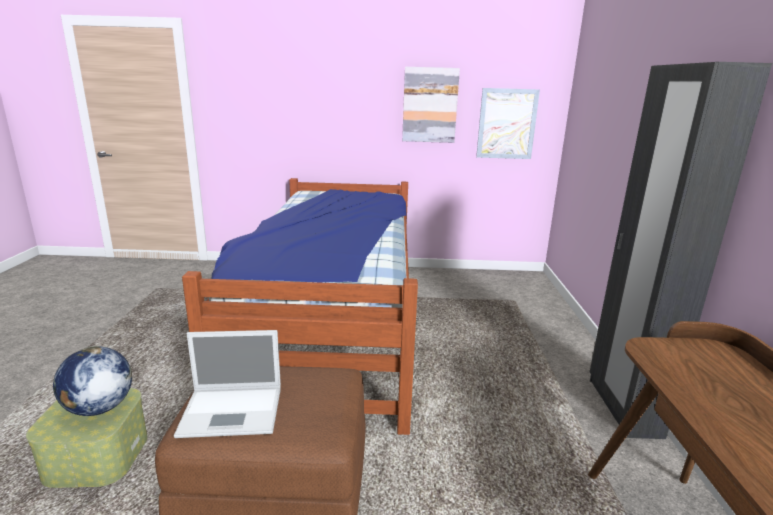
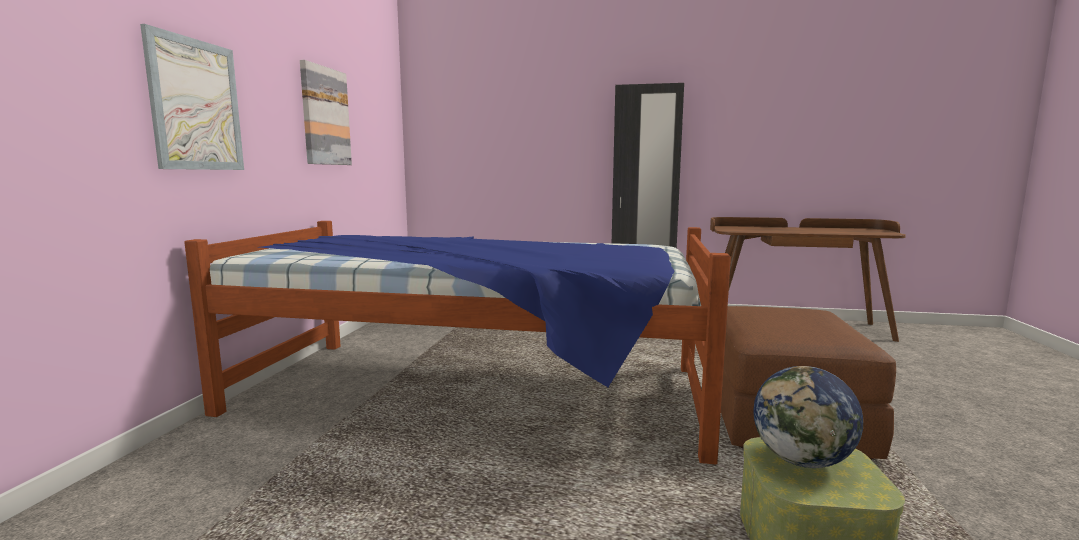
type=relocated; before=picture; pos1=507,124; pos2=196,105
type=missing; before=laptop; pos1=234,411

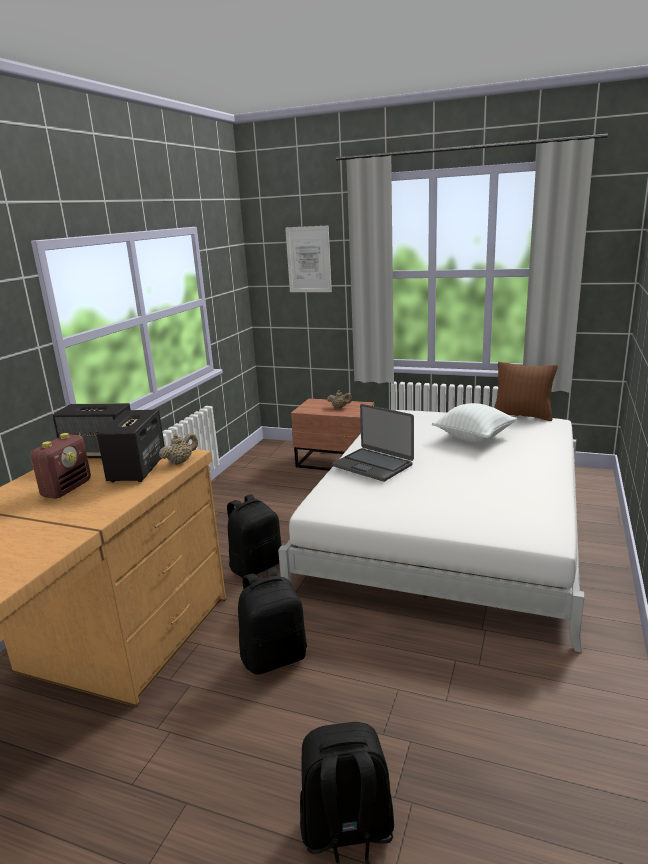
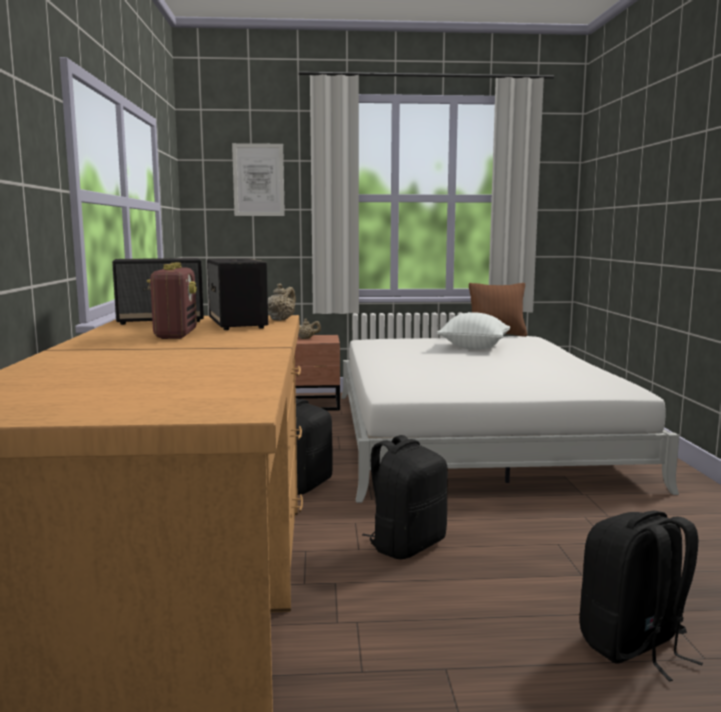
type=missing; before=laptop; pos1=373,465

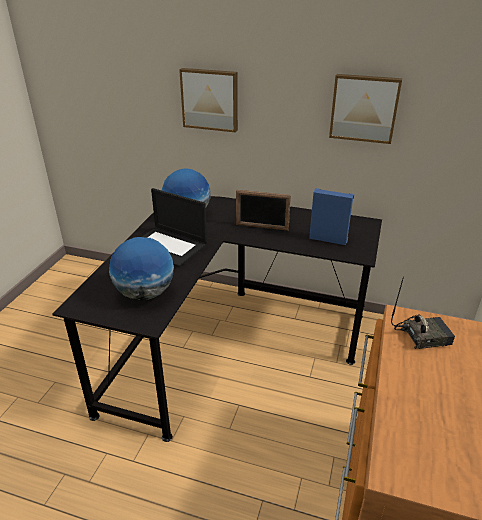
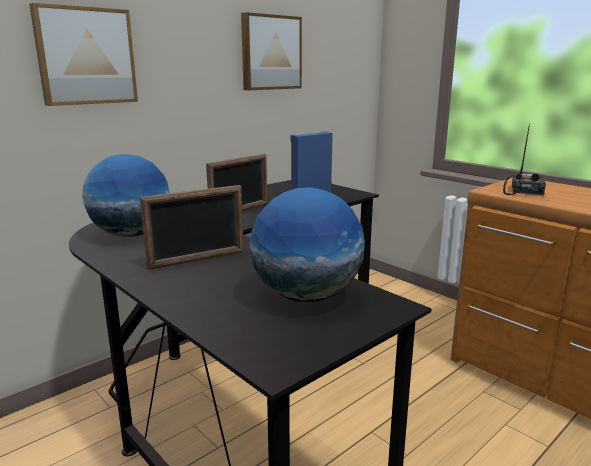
type=exchanged; before=laptop; after=picture frame; pos1=168,246; pos2=197,260

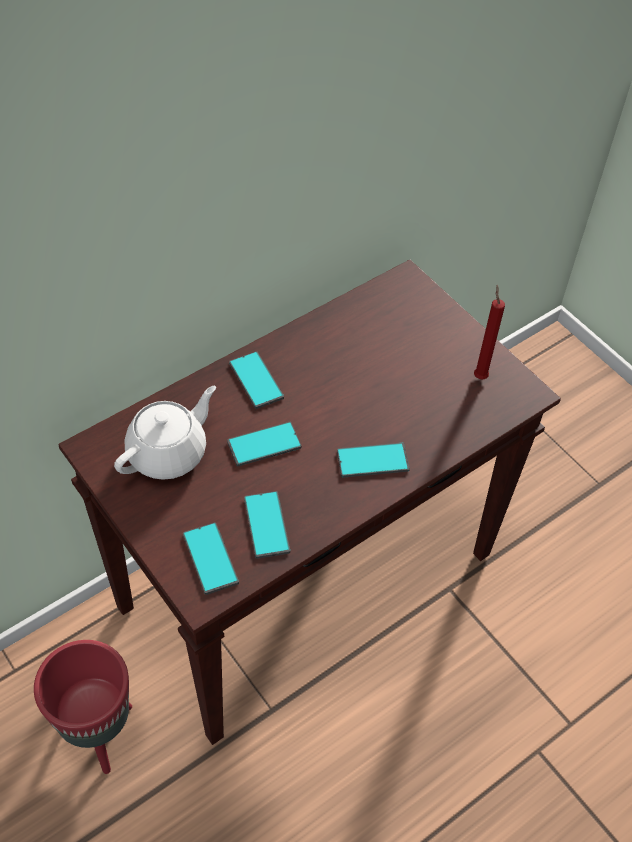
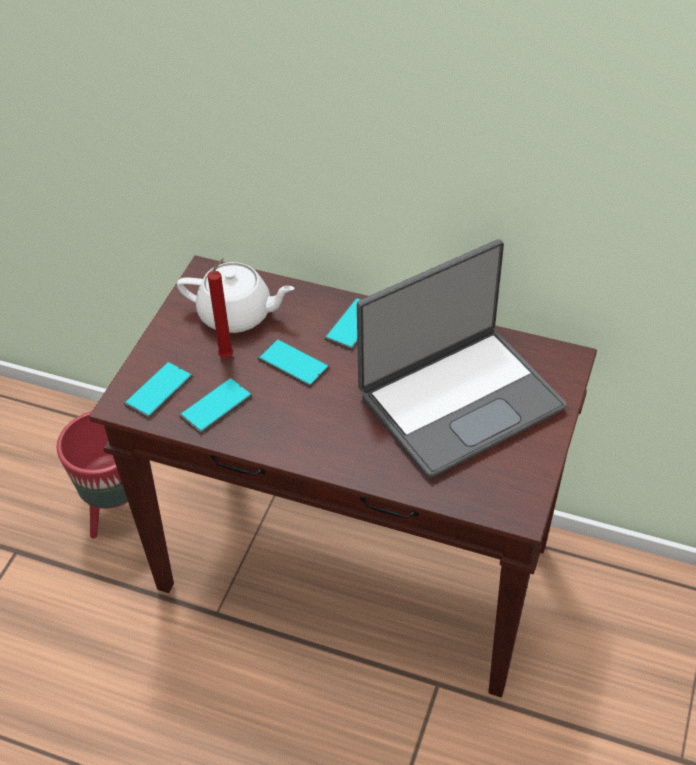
type=relocated; before=red candle; pos1=479,375; pos2=228,355
type=appeared; after=laptop; pos2=459,400
type=missing; before=phone; pos1=372,460

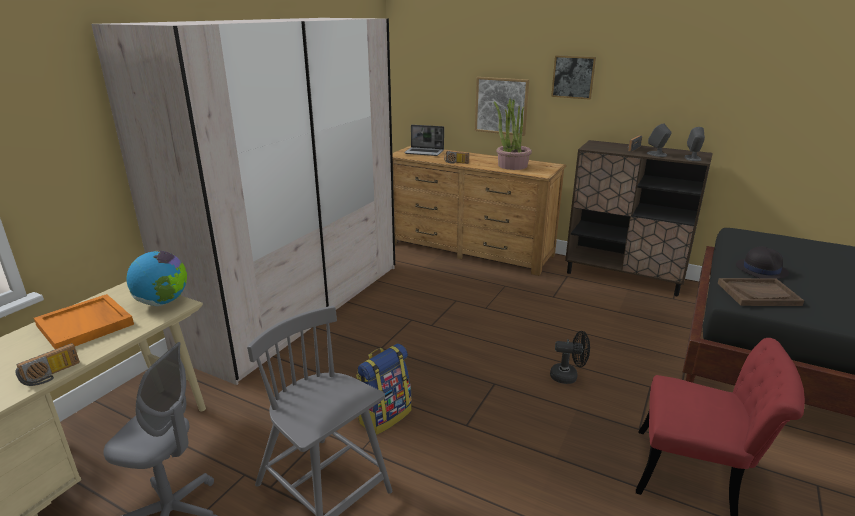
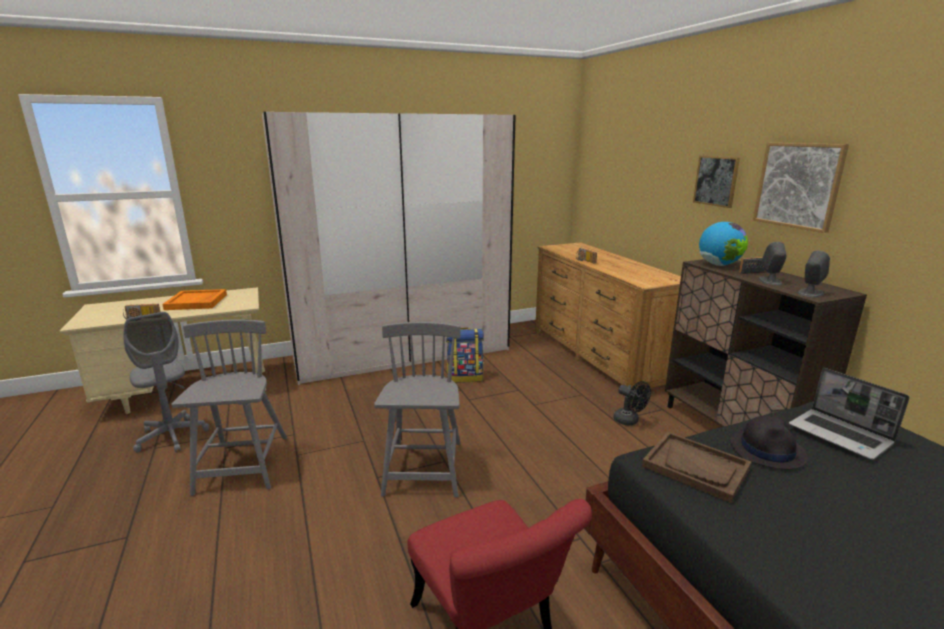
type=appeared; after=grey chair; pos2=424,469
type=relocated; before=backpack; pos1=384,415; pos2=465,377
type=relocated; before=black fan; pos1=568,376; pos2=629,421
type=relocated; before=globe; pos1=163,302; pos2=719,265
type=relocated; before=picture; pos1=501,106; pos2=798,185
type=relocated; before=laptop; pos1=424,152; pos2=841,435
type=missing; before=potted plant; pos1=512,165

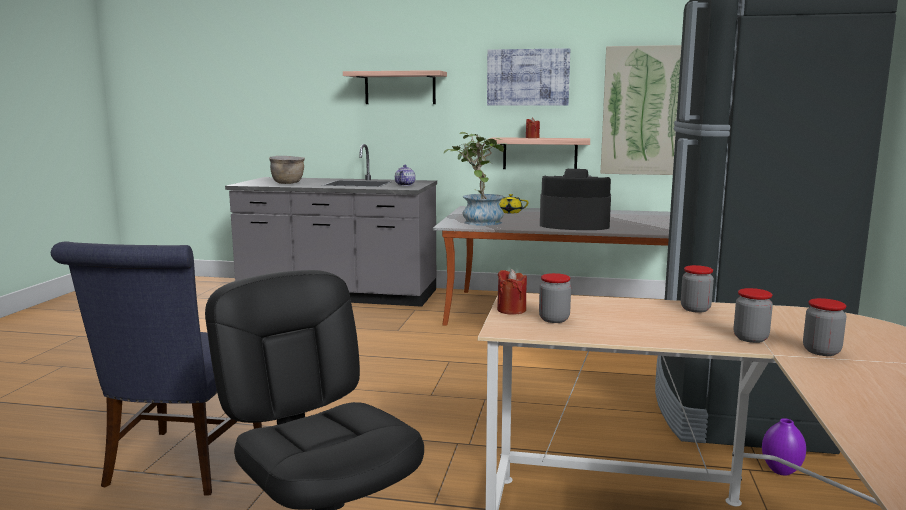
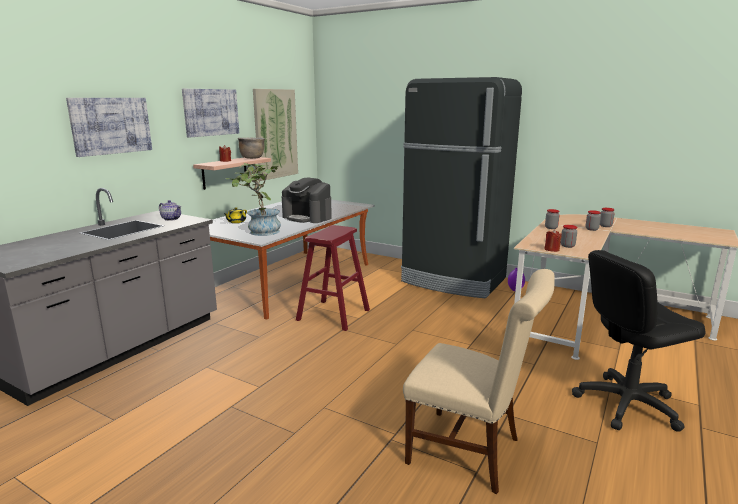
type=exchanged; before=shelf; after=picture; pos1=400,88; pos2=111,125
type=relocated; before=brown cooking pot; pos1=288,183; pos2=252,158
type=spun; before=coffee machine; pos1=574,225; pos2=307,217; turn=-90
type=appeared; after=red stool; pos2=333,315
type=colour; before=blue chair; after=beige chair; pos1=180,466; pos2=471,452

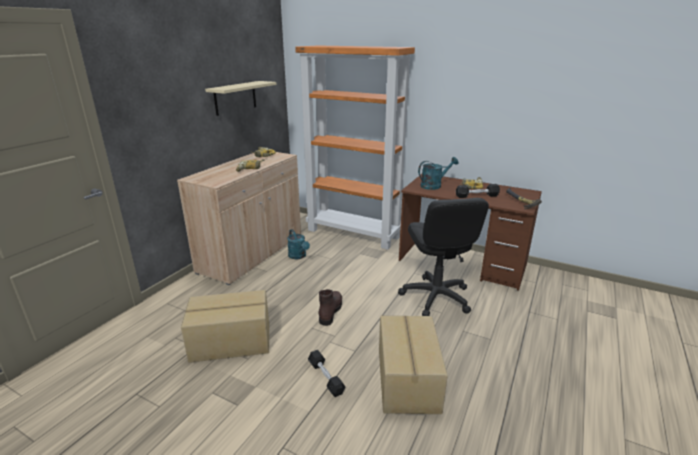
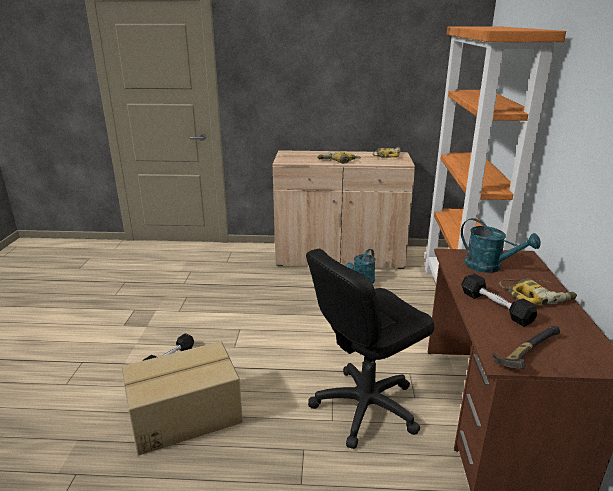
type=missing; before=cardboard box; pos1=231,342
type=missing; before=beige shelf; pos1=235,98
type=missing; before=brown boot; pos1=330,312

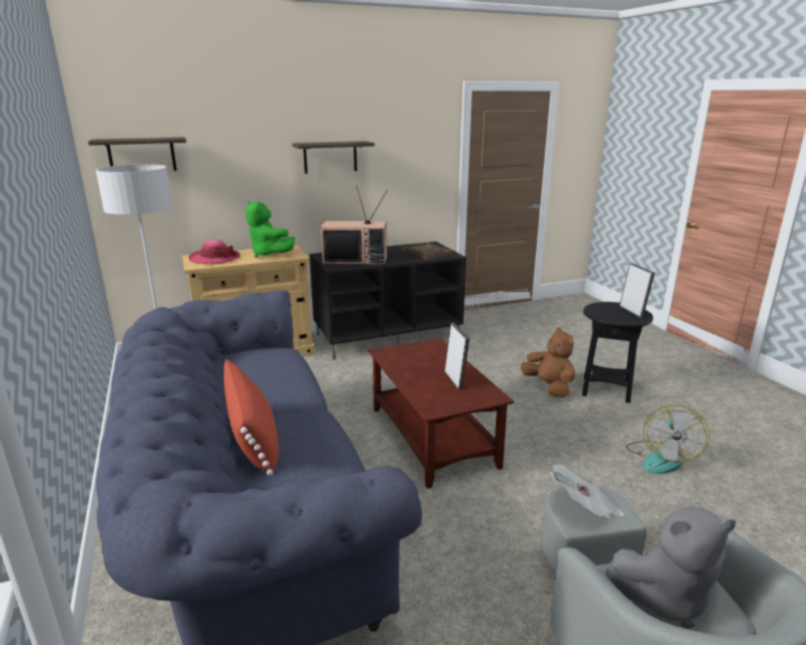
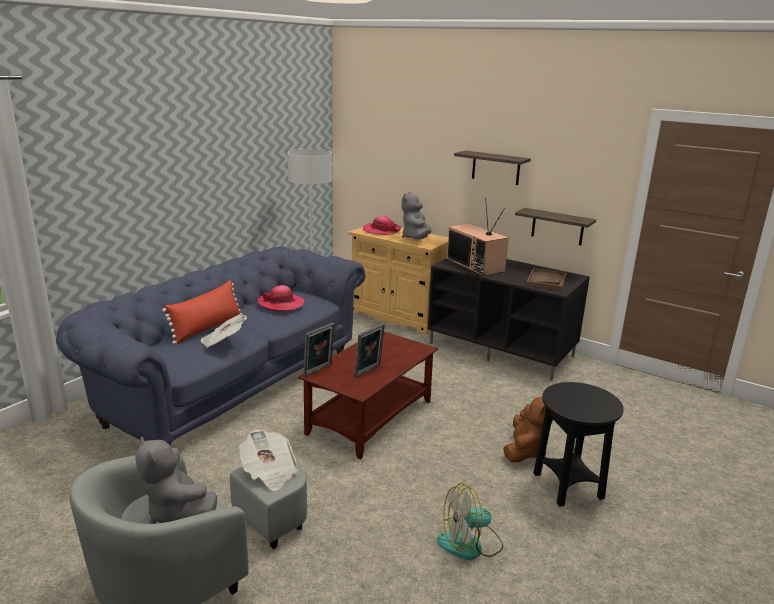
type=appeared; after=newspaper; pos2=223,342
type=appeared; after=hat; pos2=281,304
type=relocated; before=picture frame; pos1=632,311; pos2=319,370
type=colour; before=green plush toy; after=grey plush toy; pos1=269,254; pos2=416,238
type=relocated; before=shelf; pos1=142,155; pos2=557,227

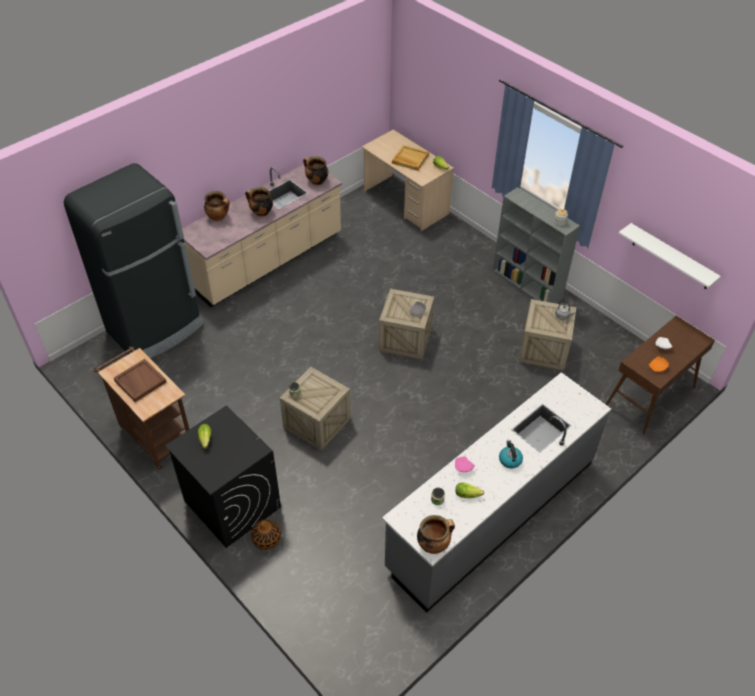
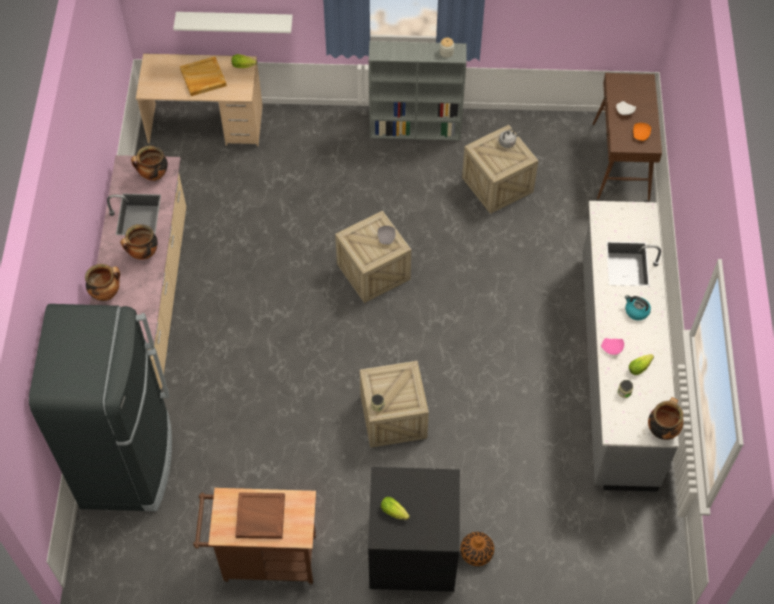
type=relocated; before=white shelf; pos1=671,257; pos2=235,22

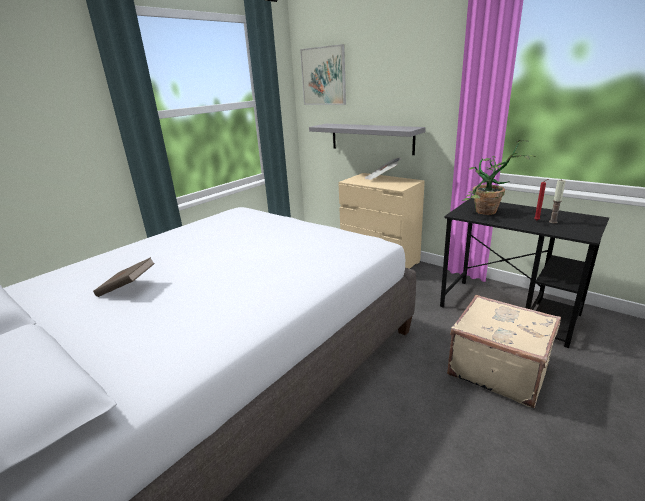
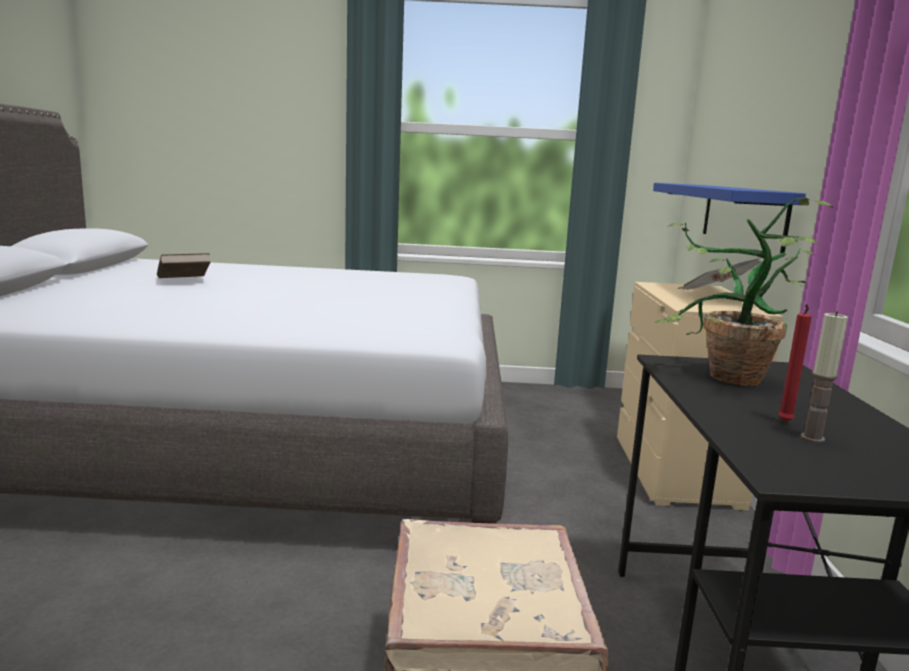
type=colour; before=grey shelf; after=blue shelf; pos1=371,138; pos2=742,216
type=missing; before=picture; pos1=323,76

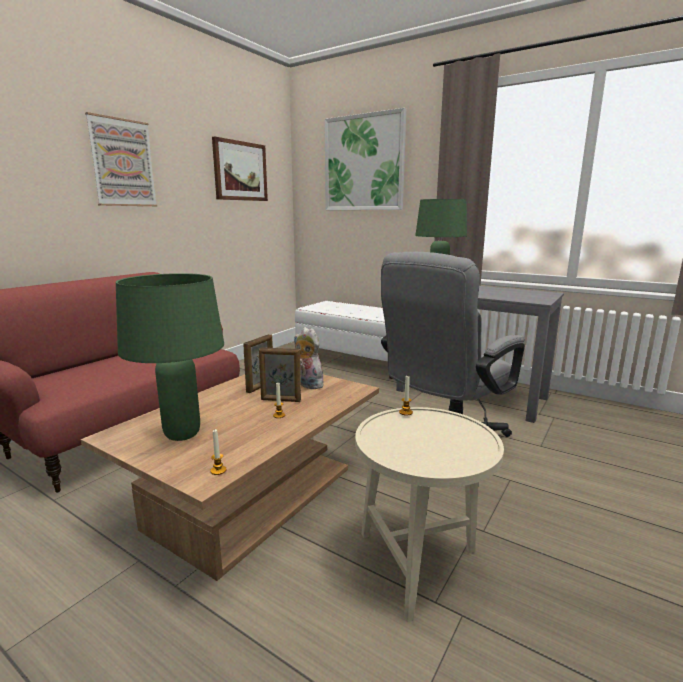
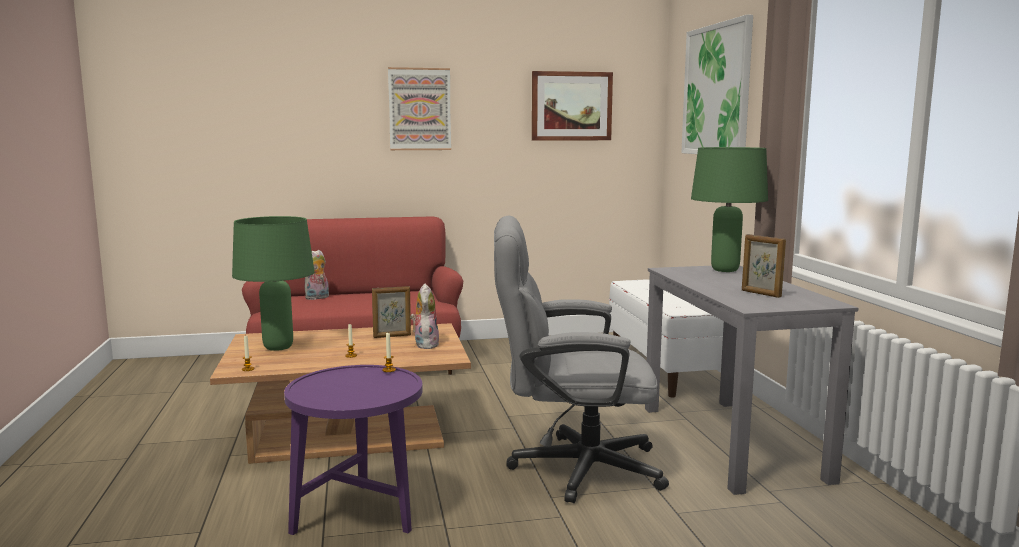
type=colour; before=beige side table; after=purple side table; pos1=419,563; pos2=359,517
type=appeared; after=plush toy; pos2=317,298
type=relocated; before=picture frame; pos1=280,400; pos2=760,294

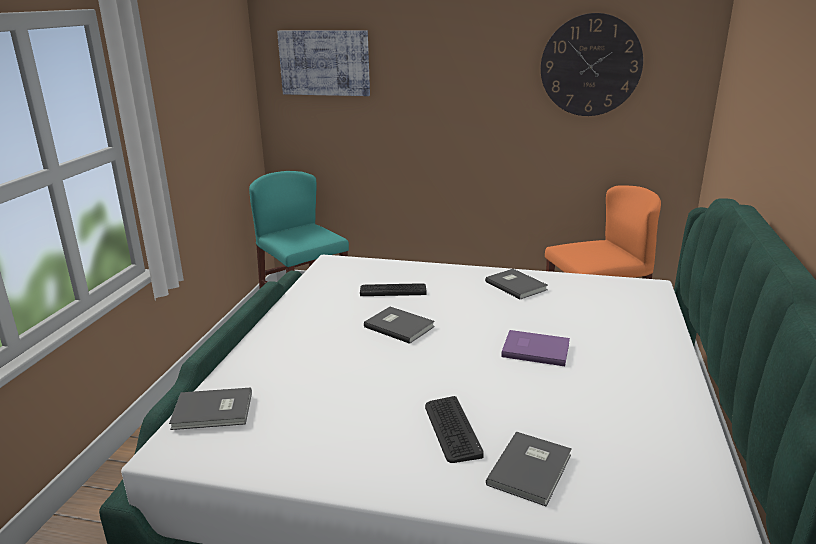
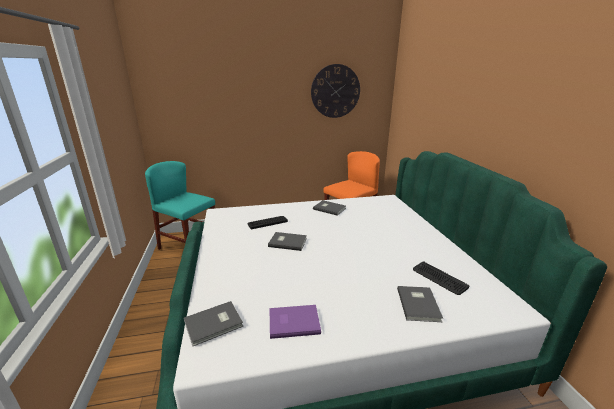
type=relocated; before=purple book; pos1=534,349; pos2=293,322
type=relocated; before=keyboard; pos1=452,429; pos2=439,278
type=missing; before=picture; pos1=324,63

